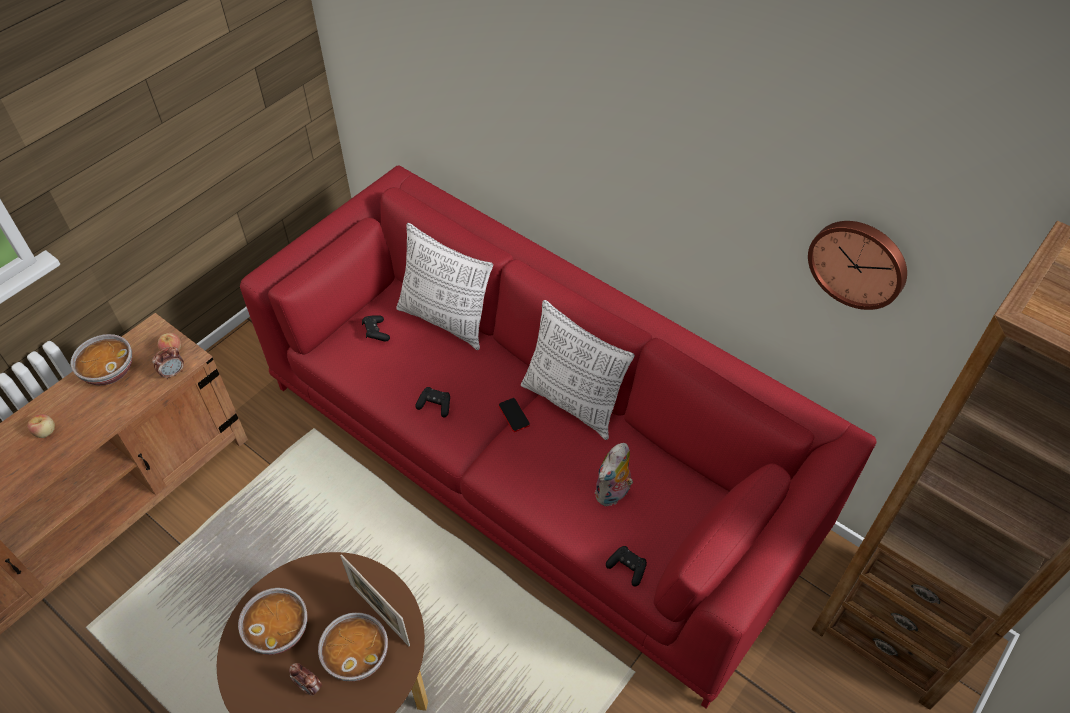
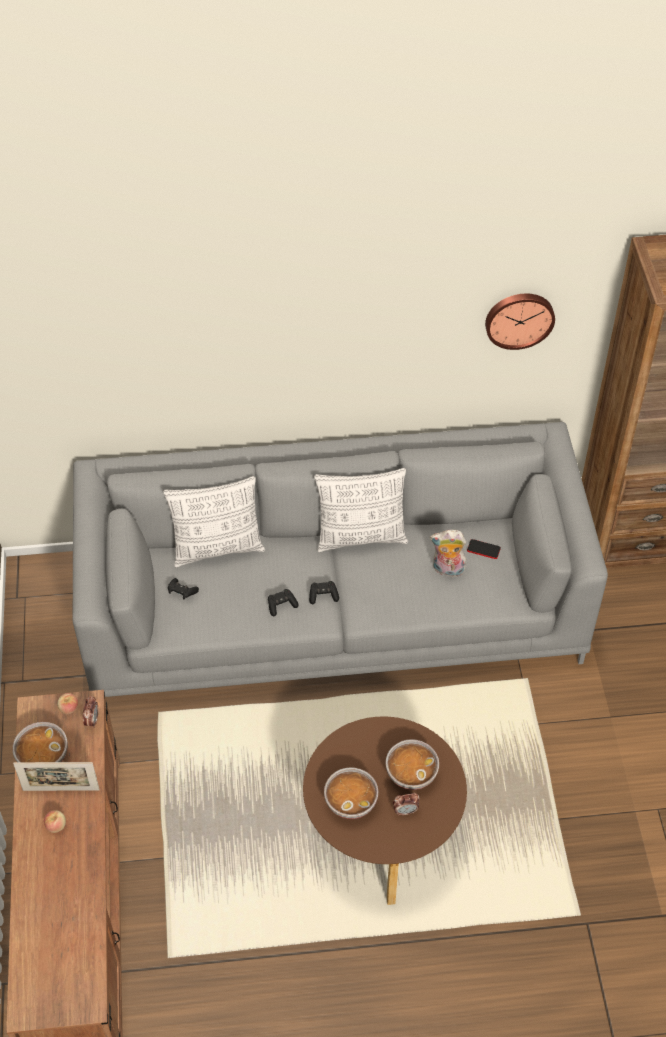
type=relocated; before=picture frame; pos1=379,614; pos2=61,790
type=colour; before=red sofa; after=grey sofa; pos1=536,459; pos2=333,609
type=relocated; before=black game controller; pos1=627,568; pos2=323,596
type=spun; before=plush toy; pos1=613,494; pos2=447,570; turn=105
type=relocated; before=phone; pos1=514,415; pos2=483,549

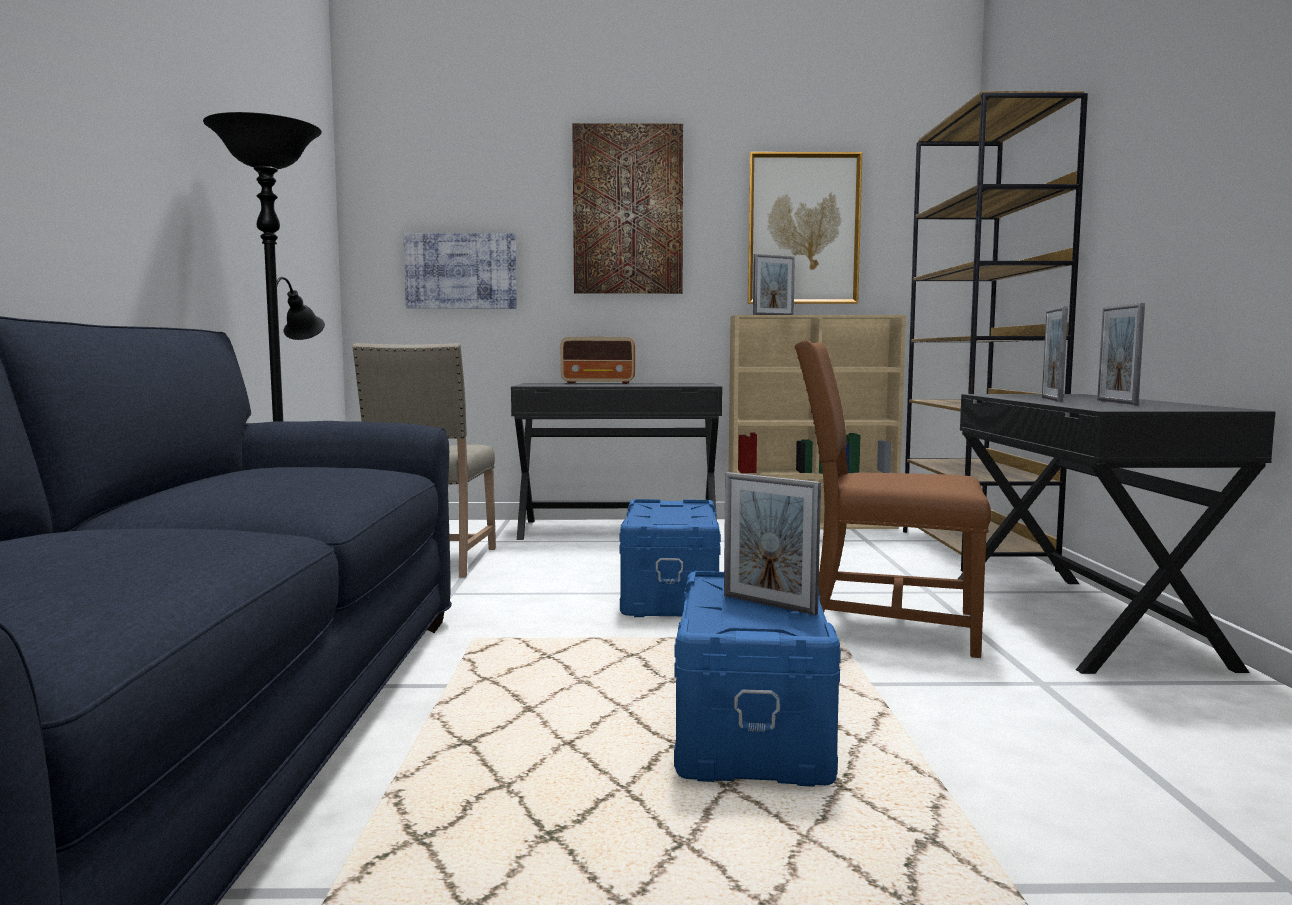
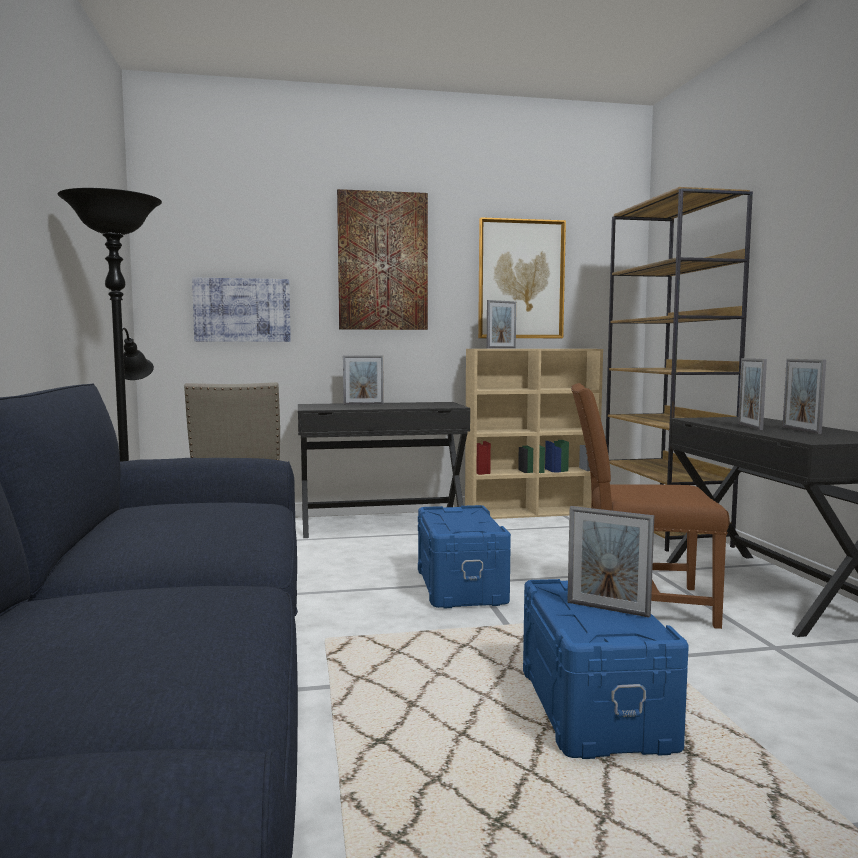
type=exchanged; before=radio; after=picture frame; pos1=599,383; pos2=363,404

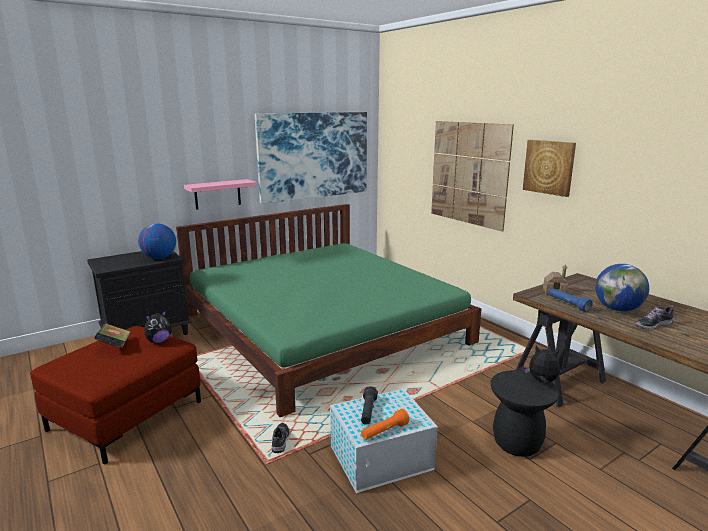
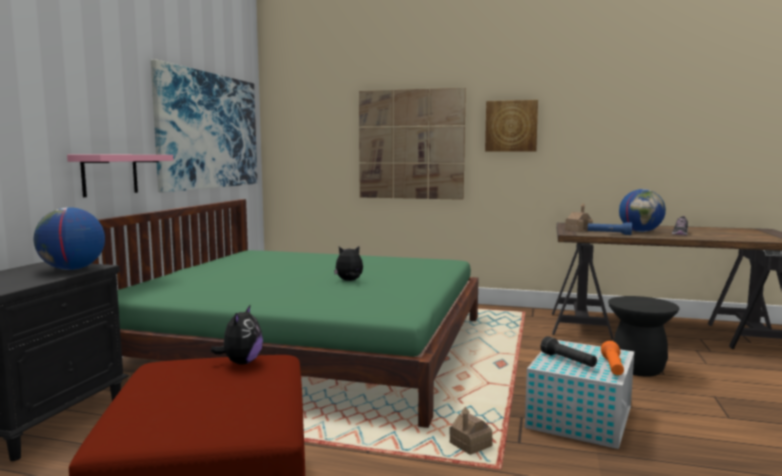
type=relocated; before=plush toy; pos1=542,382; pos2=349,281
type=exchanged; before=shoe; after=toy house; pos1=280,441; pos2=470,445
type=missing; before=book; pos1=115,346

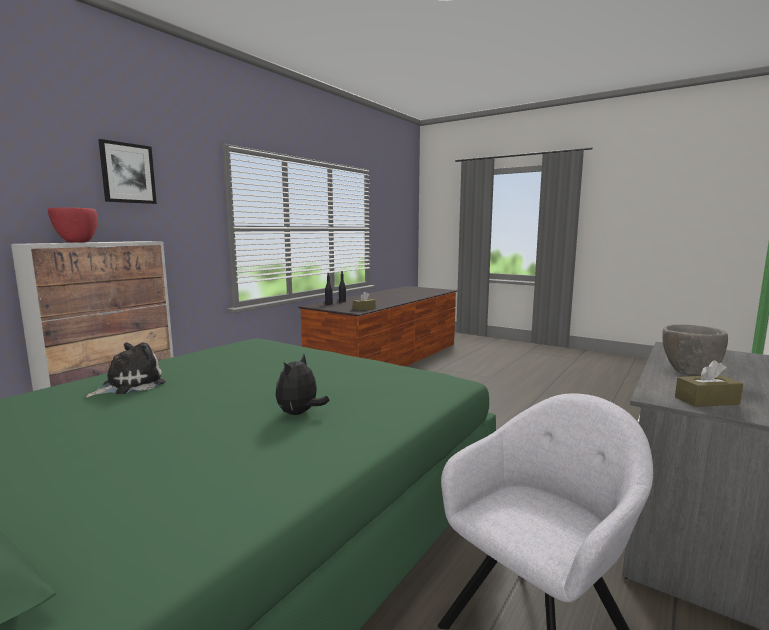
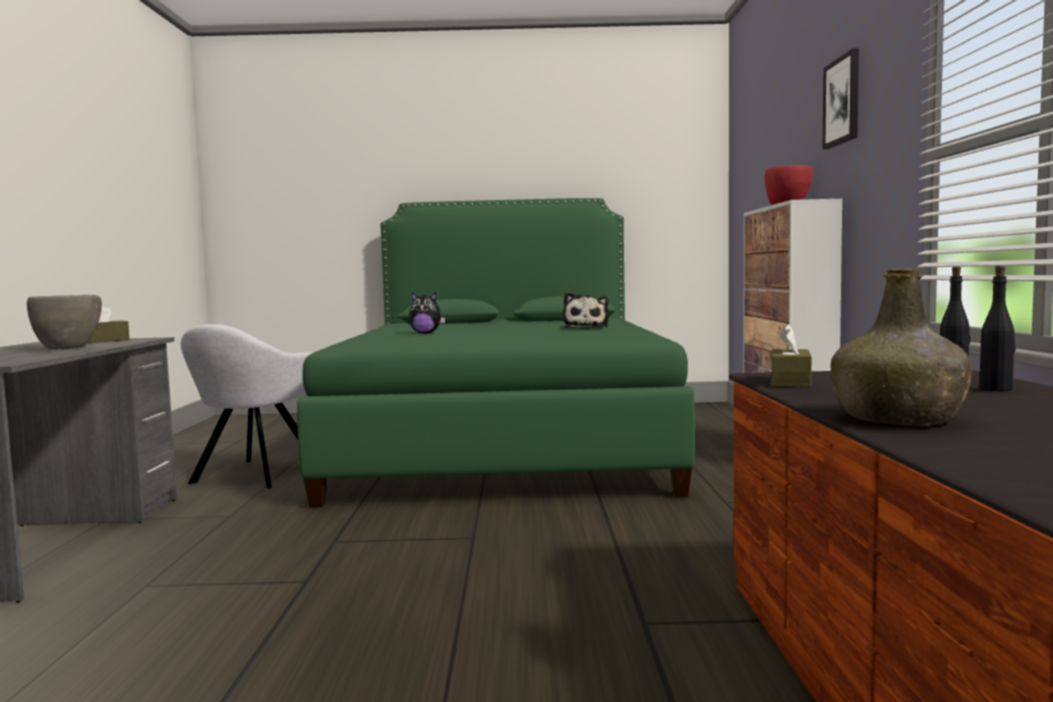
type=spun; before=plush toy; pos1=300,413; pos2=426,333; turn=105
type=appeared; after=green bottle; pos2=899,419

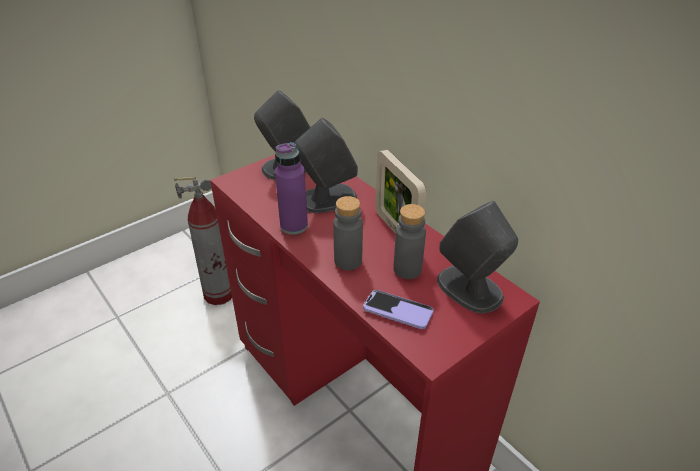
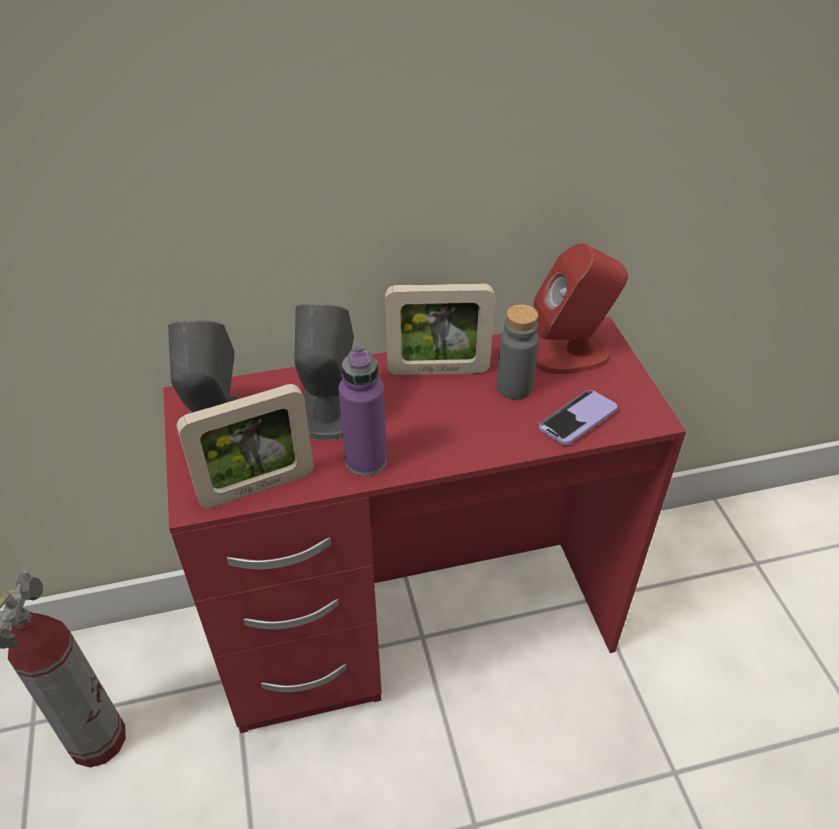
type=appeared; after=picture frame; pos2=257,487
type=colour; before=grey speaker; after=red speaker; pos1=470,289; pos2=570,353
type=missing; before=grey bottle; pos1=348,261

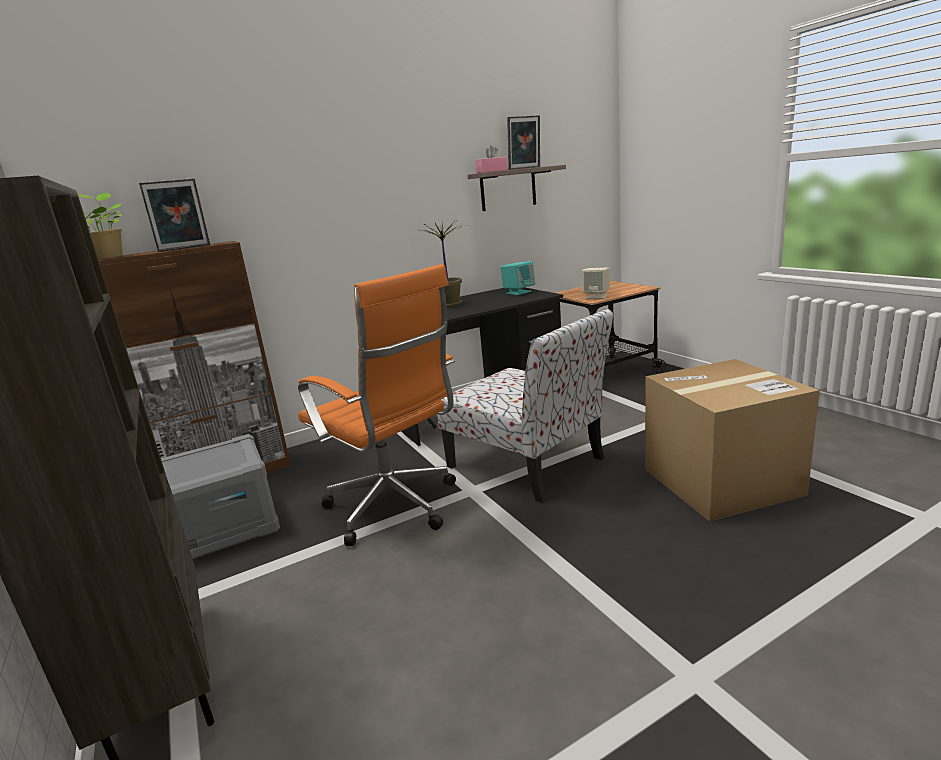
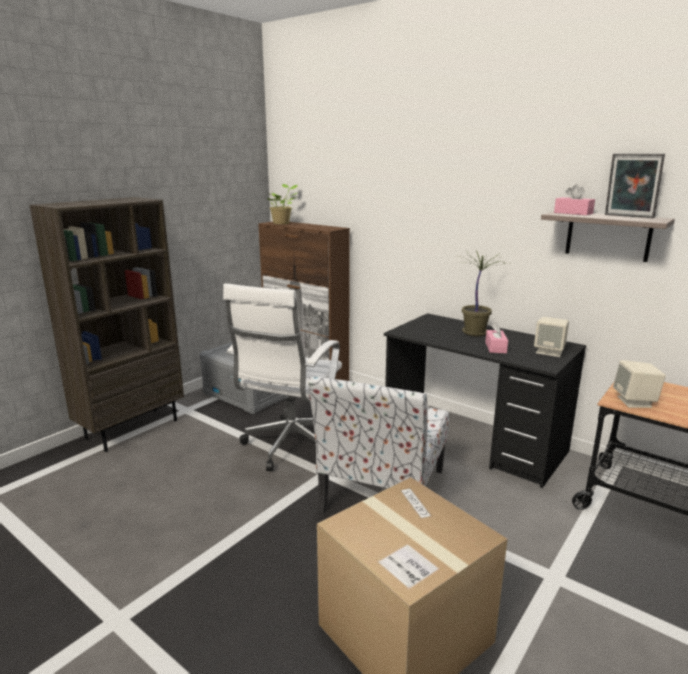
type=colour; before=orange office chair; after=white office chair; pos1=396,508; pos2=290,447
type=appeared; after=pink tissue box; pos2=495,347
type=colour; before=turquoise speaker; after=beige speaker; pos1=518,292; pos2=549,352
type=missing; before=picture frame; pos1=184,248

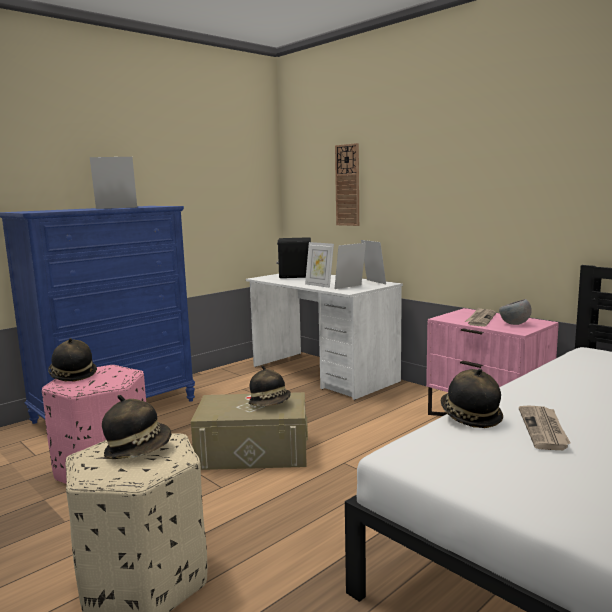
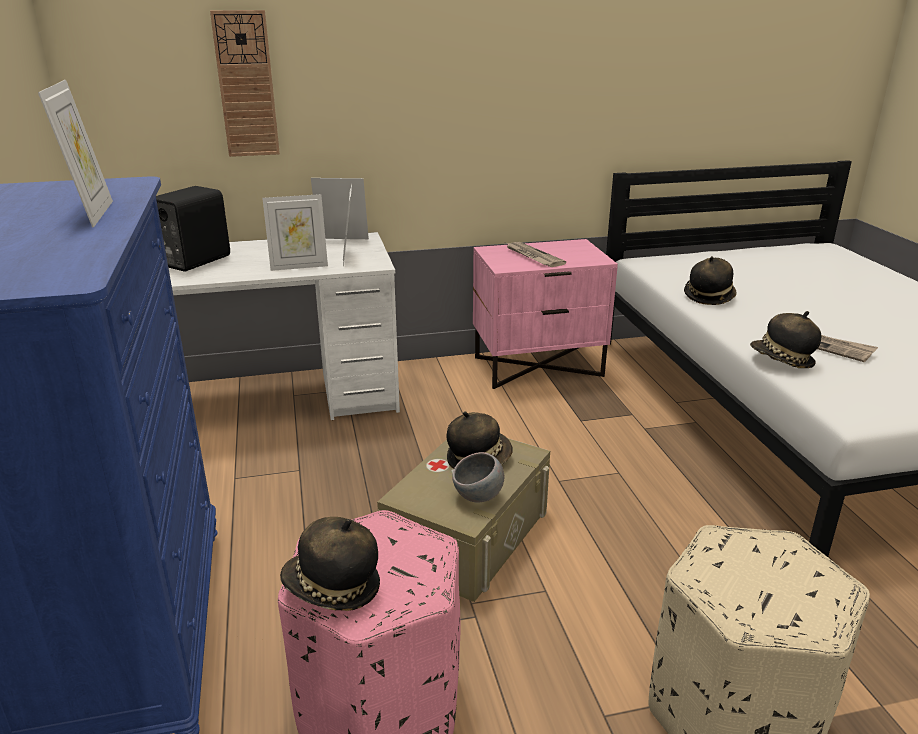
type=spun; before=picture frame; pos1=116,208; pos2=92,214; turn=150
type=relocated; before=grey bowl; pos1=514,324; pos2=479,497
type=relocated; before=hat; pos1=138,450; pos2=709,296

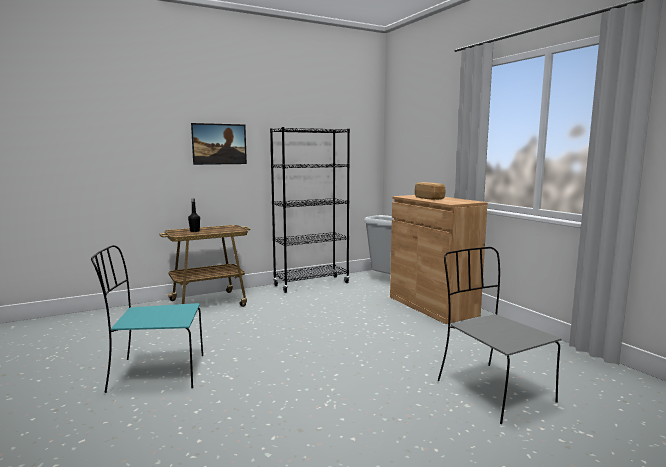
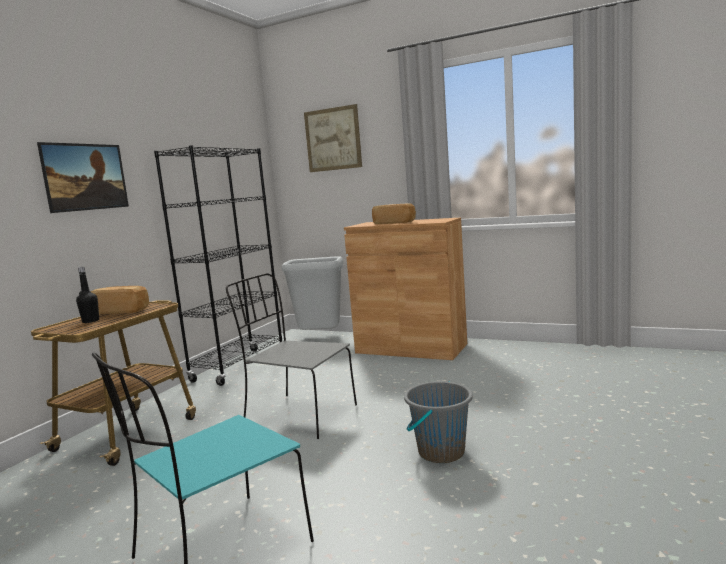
type=appeared; after=bread; pos2=121,311
type=relocated; before=grey chair; pos1=492,390; pos2=298,415
type=appeared; after=picture; pos2=333,139
type=appeared; after=grey bucket; pos2=440,452

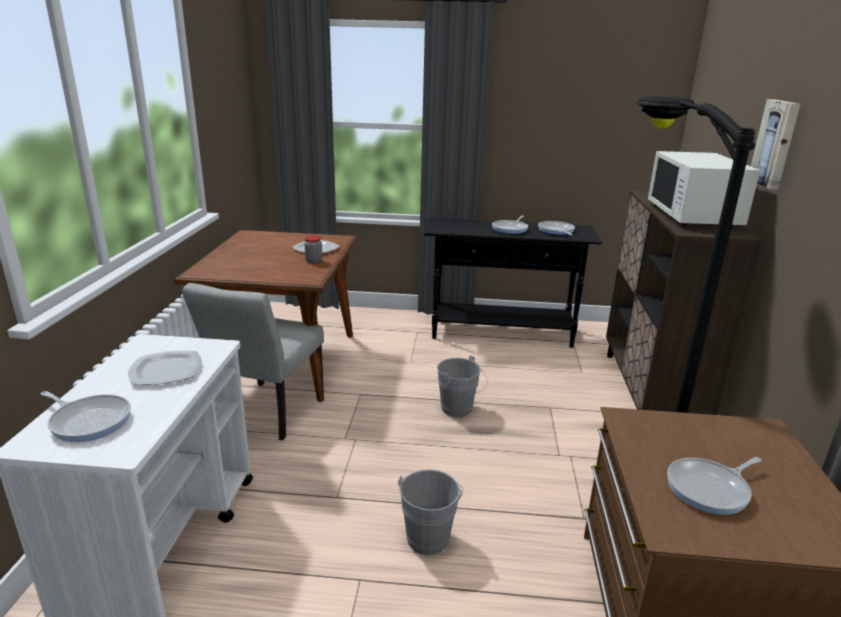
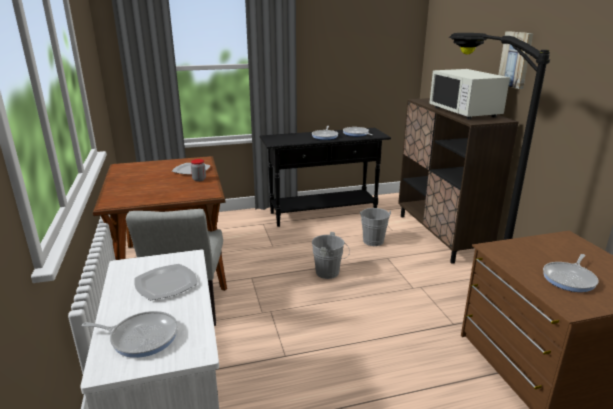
type=relocated; before=grey bucket; pos1=429,535; pos2=373,240

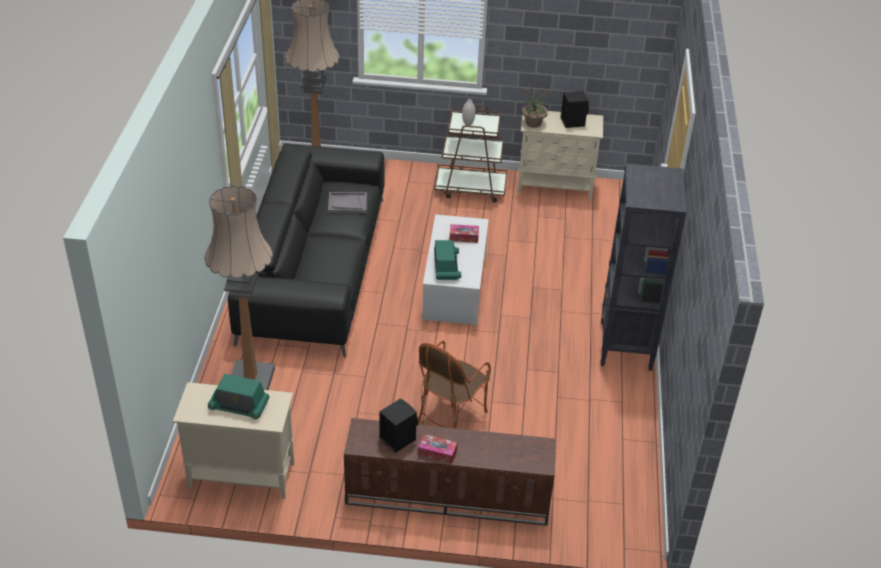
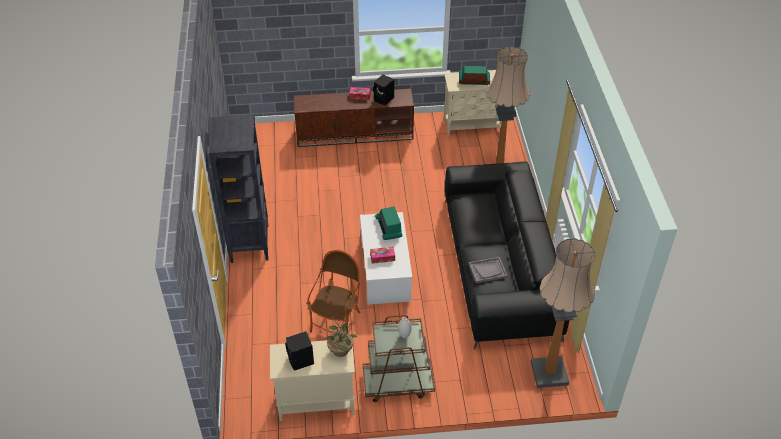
type=relocated; before=armchair; pos1=450,416; pos2=337,324

